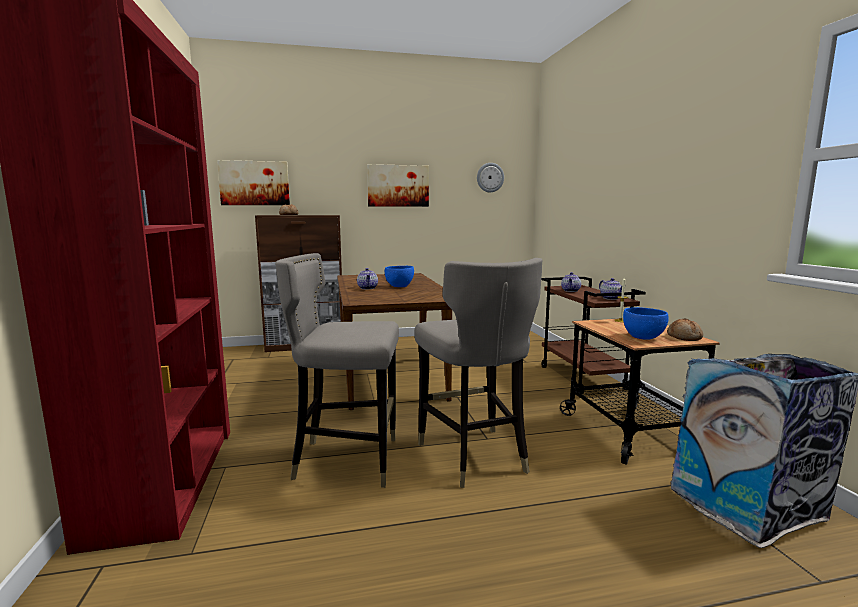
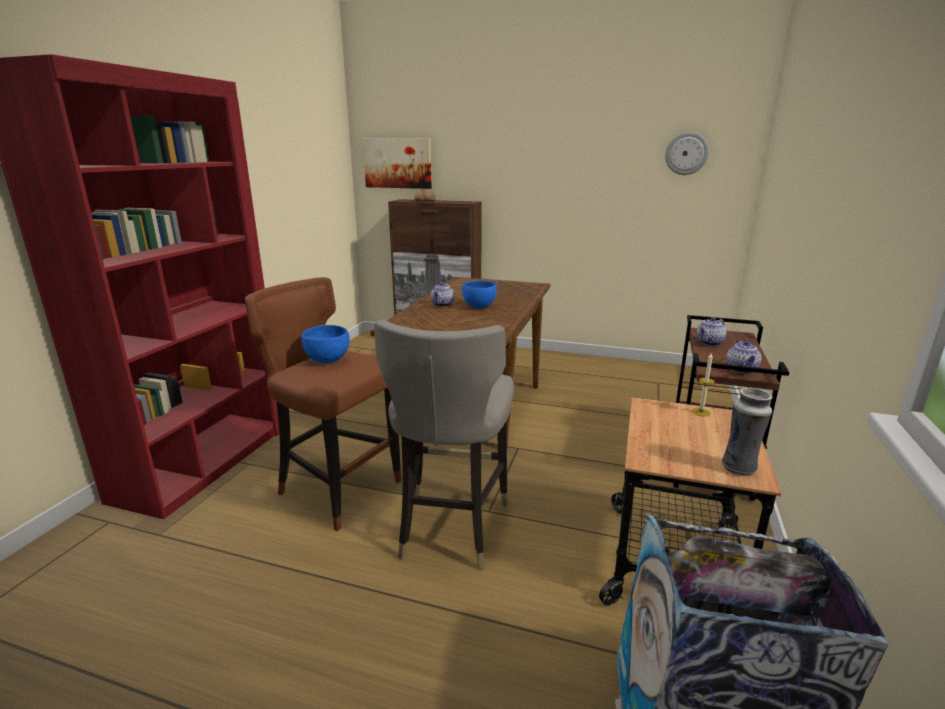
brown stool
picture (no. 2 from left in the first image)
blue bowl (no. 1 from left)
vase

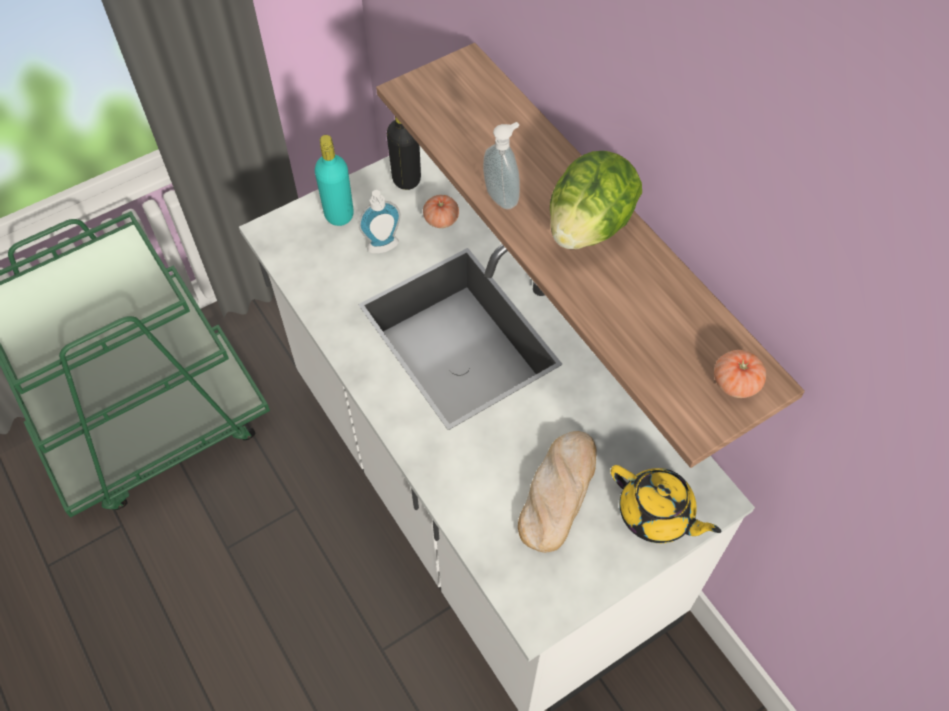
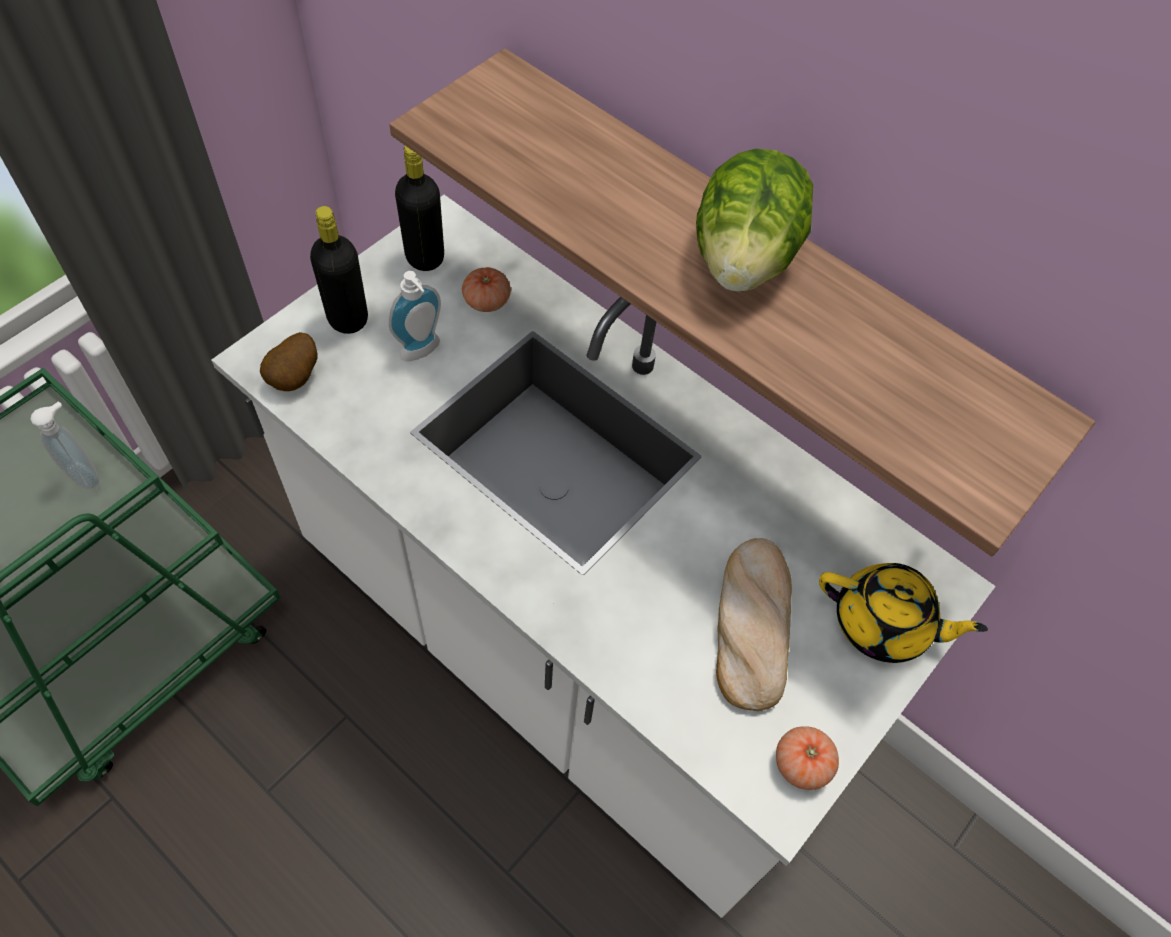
black bottle (no. 1 from left)
soap dispenser (no. 1 from left)
tomato (no. 2 from left)
potato

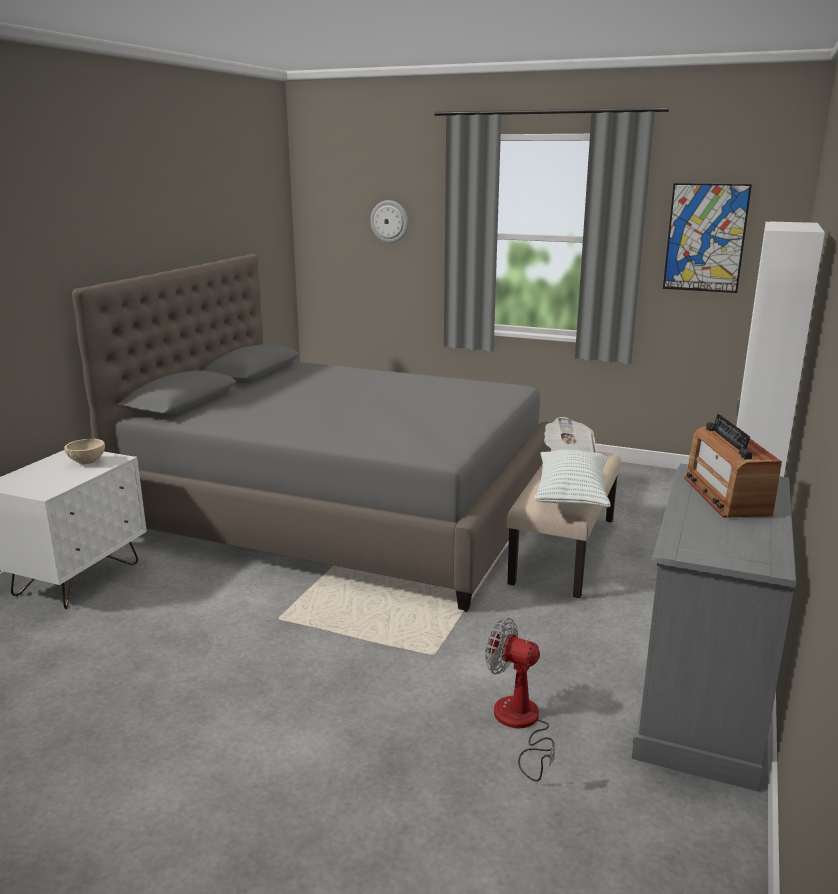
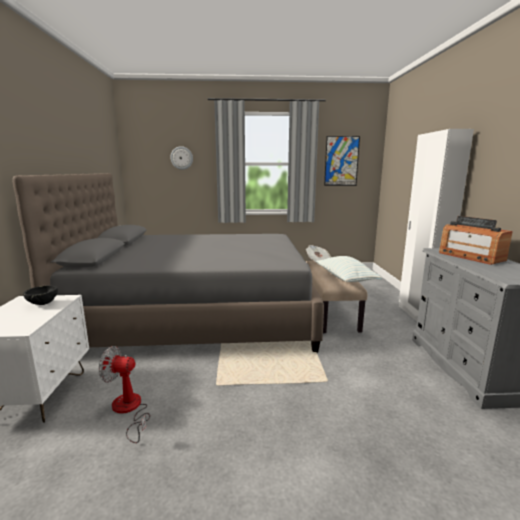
black bowl
fan

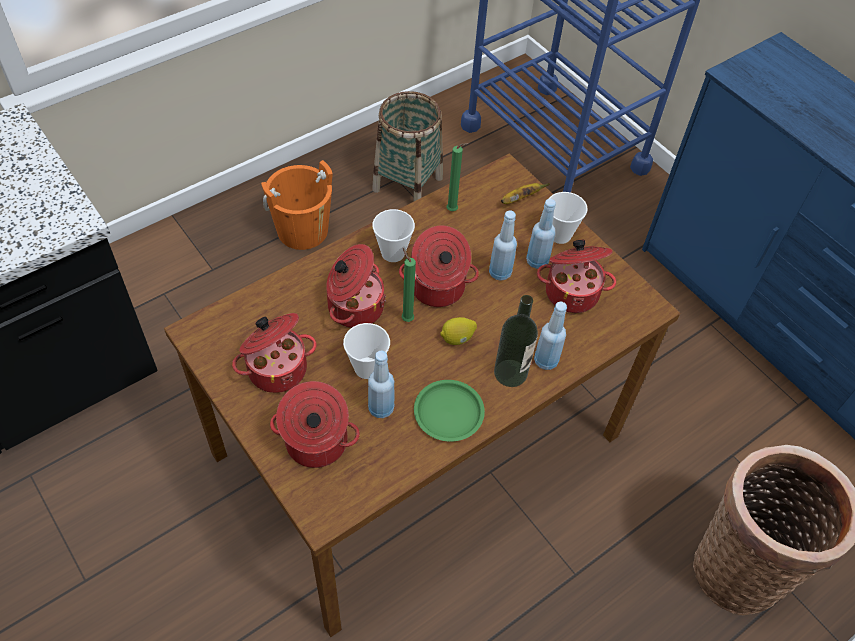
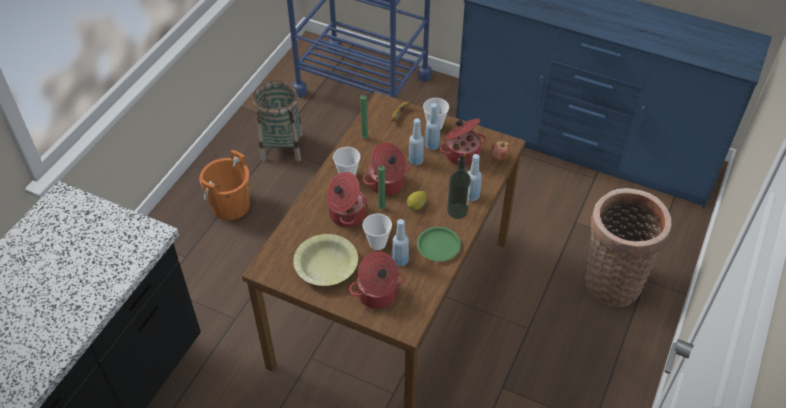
yellow bowl
apple

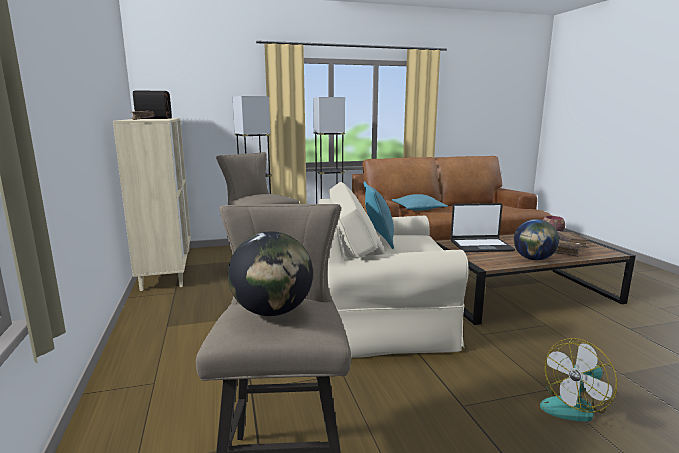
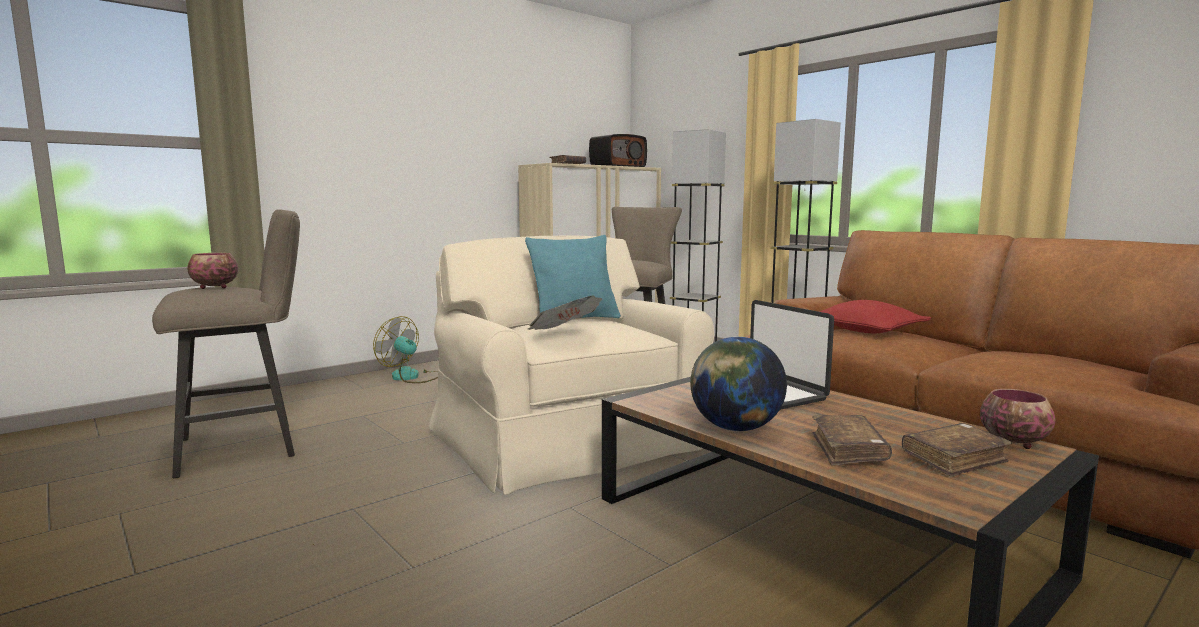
bowl (no. 1 from left)
red pillow
fan
newspaper

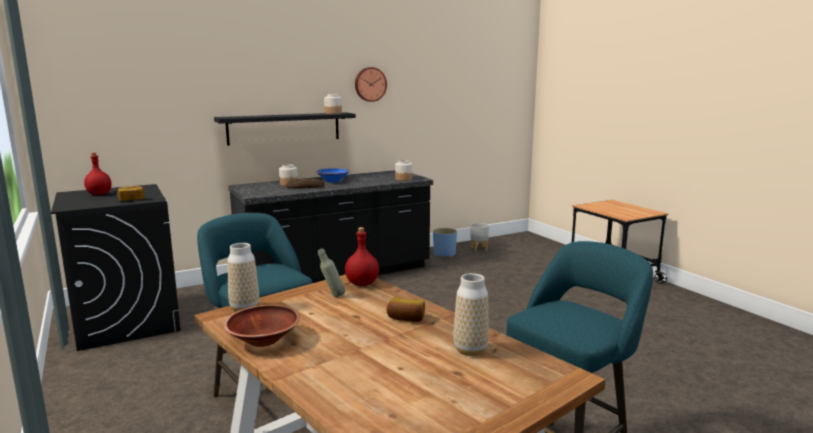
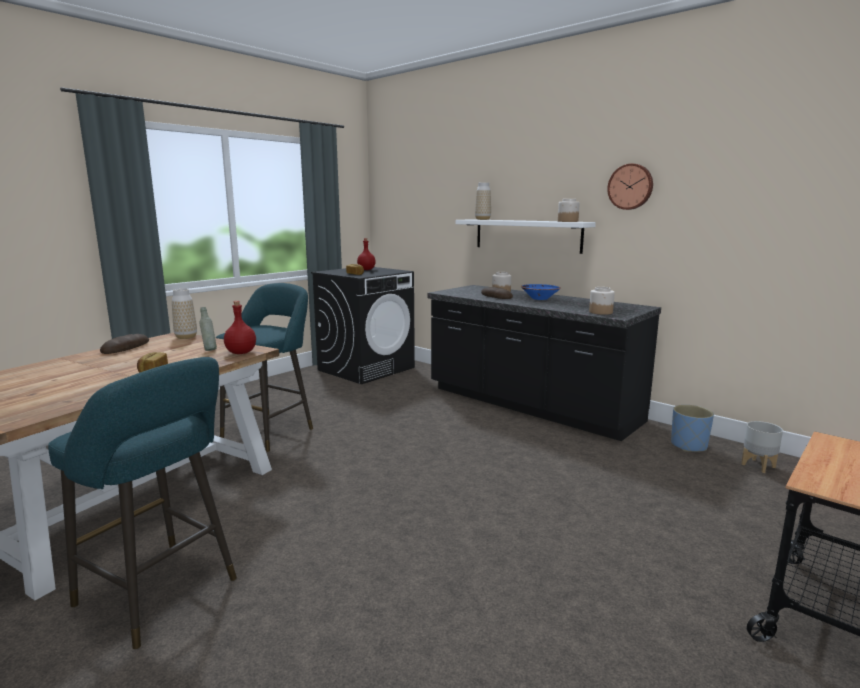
white shelf
bread (no. 1 from left)
vase (no. 2 from left)

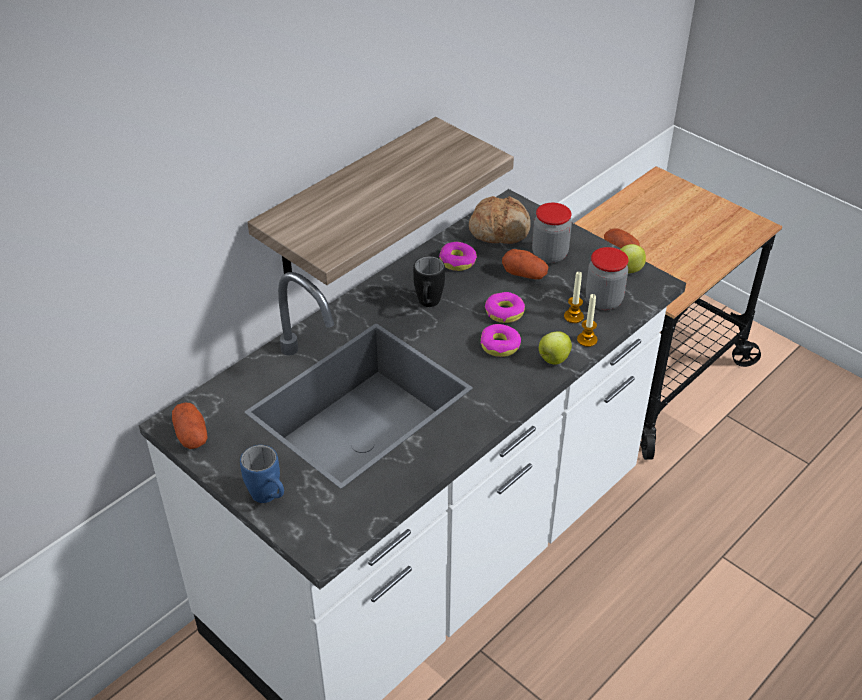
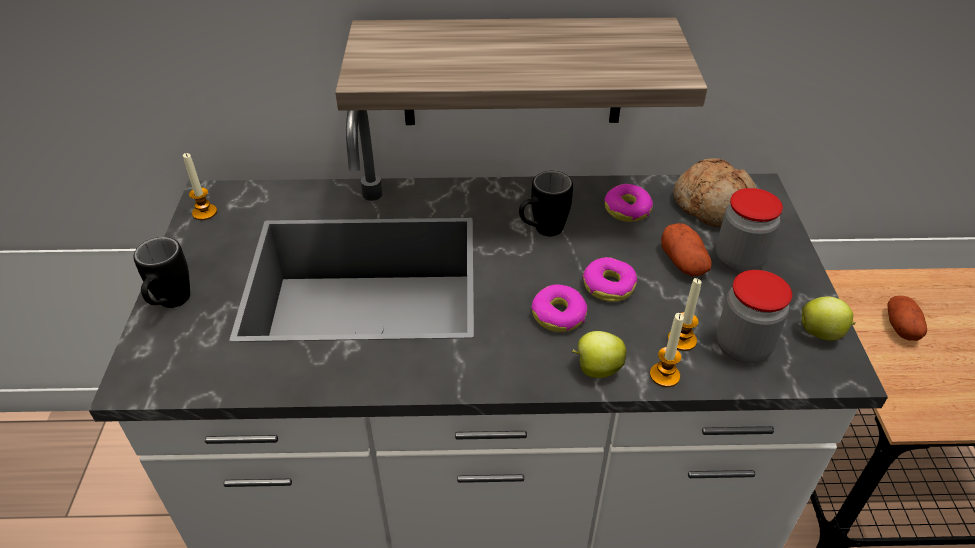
candle (no. 1 from left)
black mug (no. 1 from left)

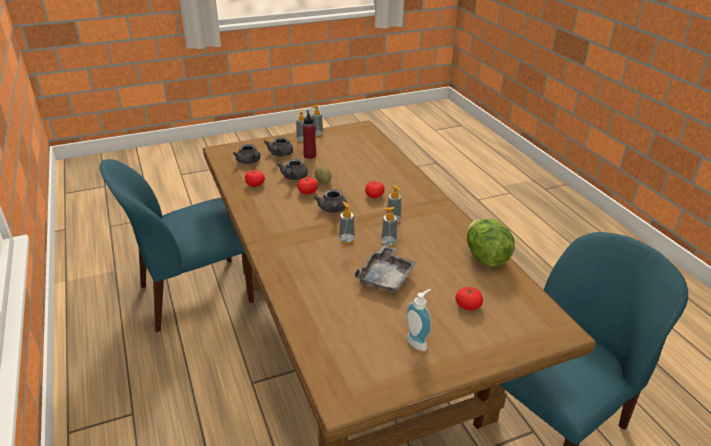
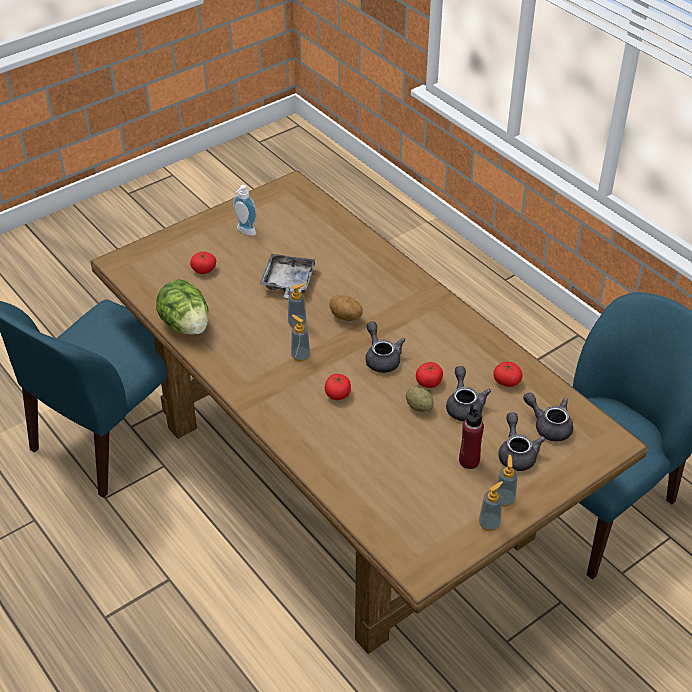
potato (no. 1 from left)

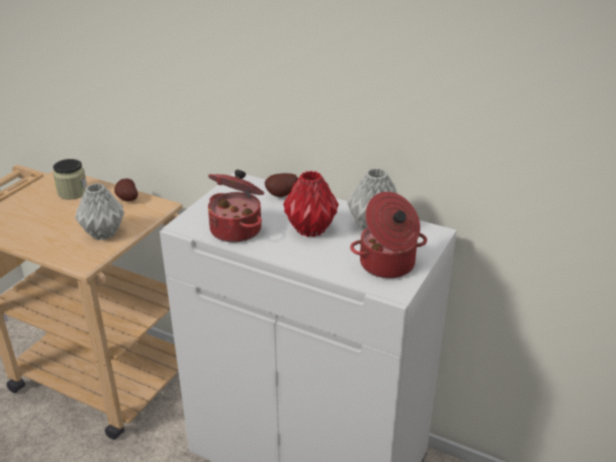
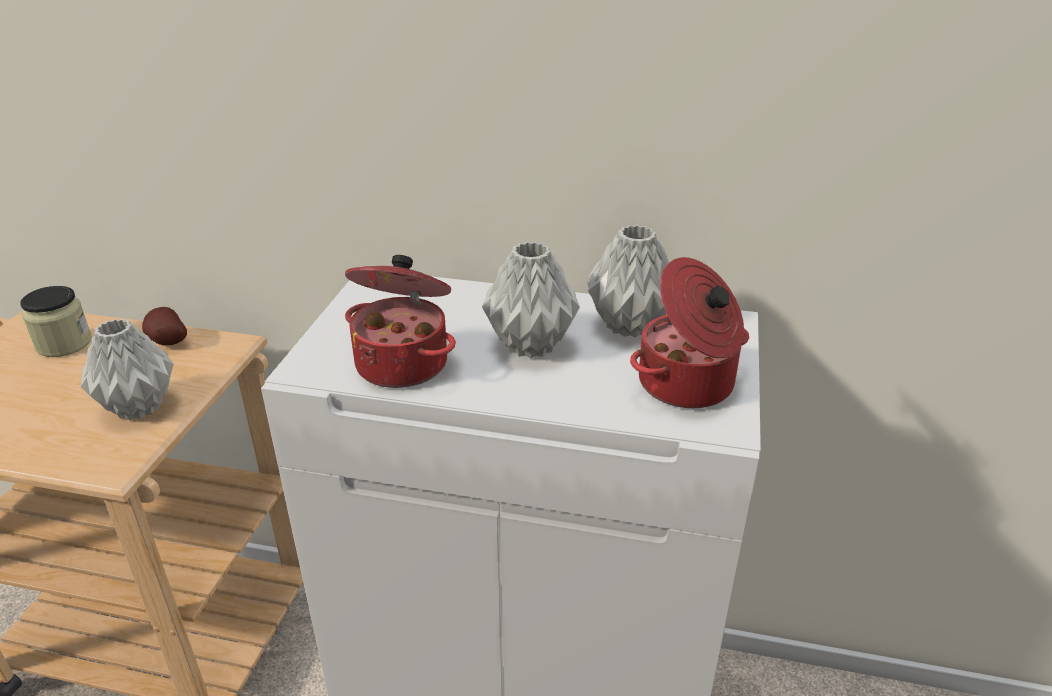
potato (no. 2 from left in the first image)
grey vase (no. 2 from left)

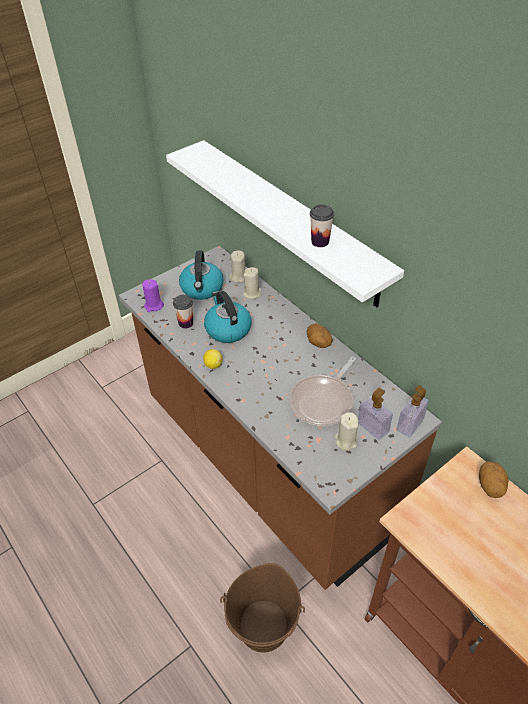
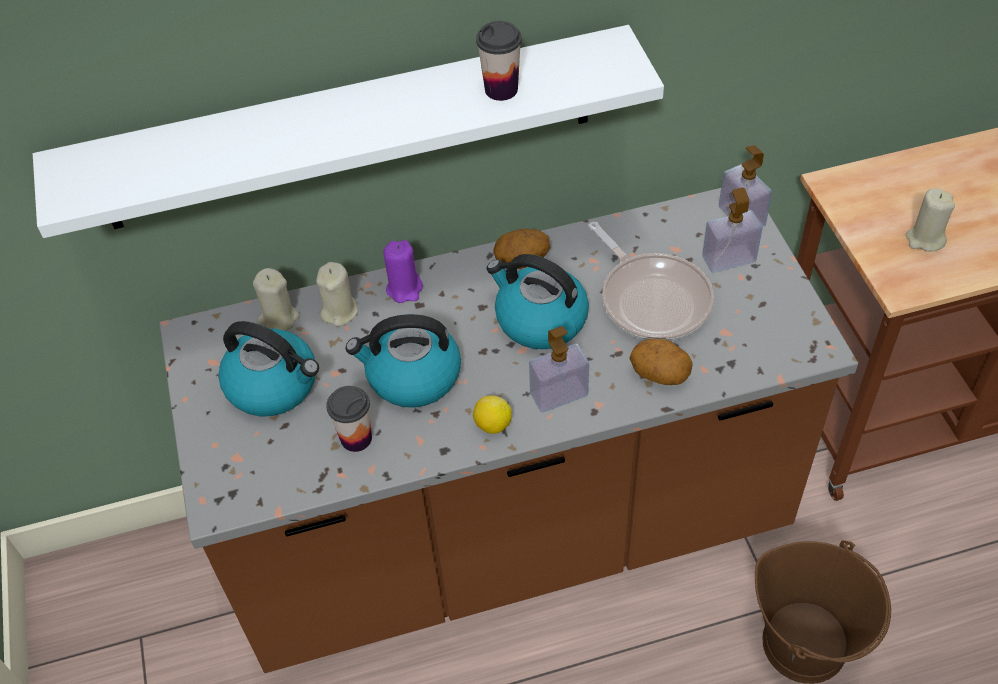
purple candle
beige candle (no. 3 from left)
potato (no. 2 from left)
kettle (no. 3 from left)
soap dispenser (no. 1 from left)

